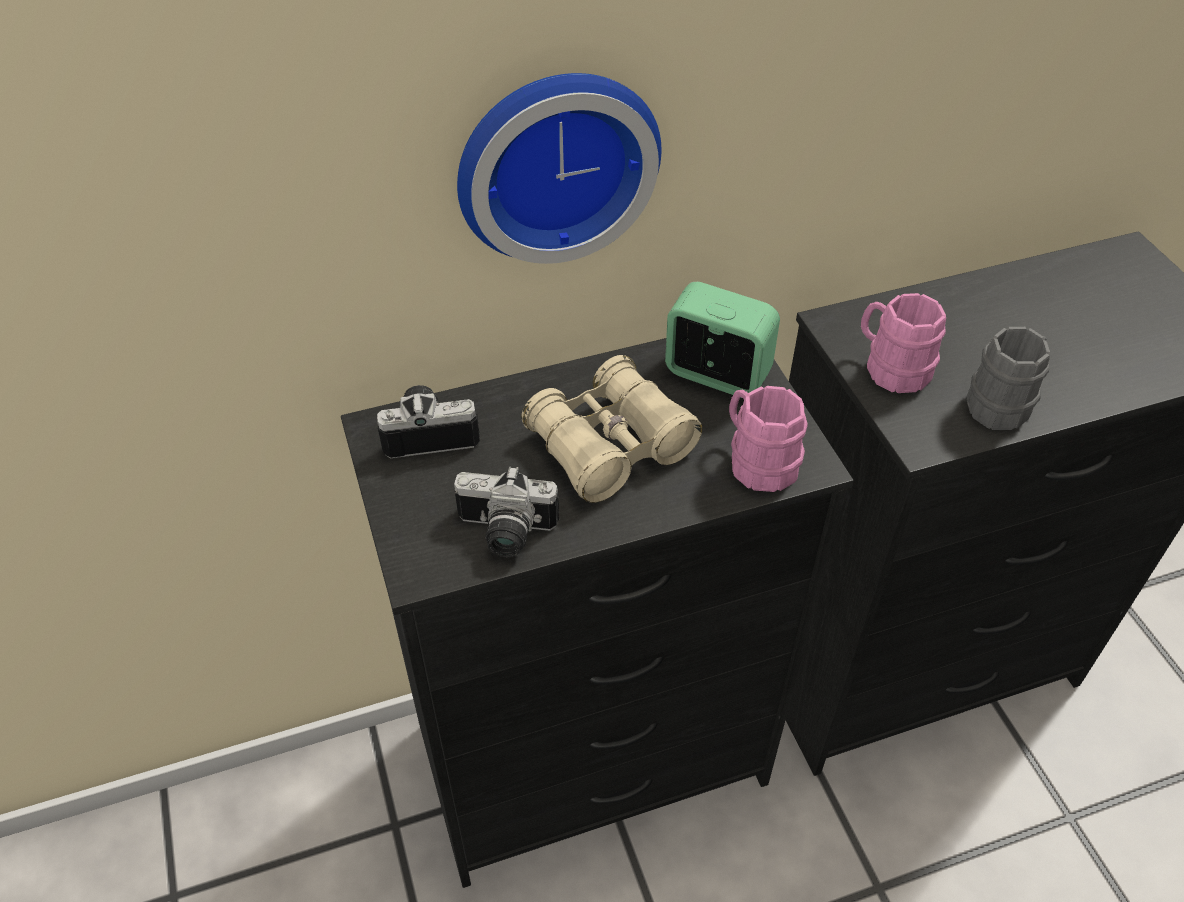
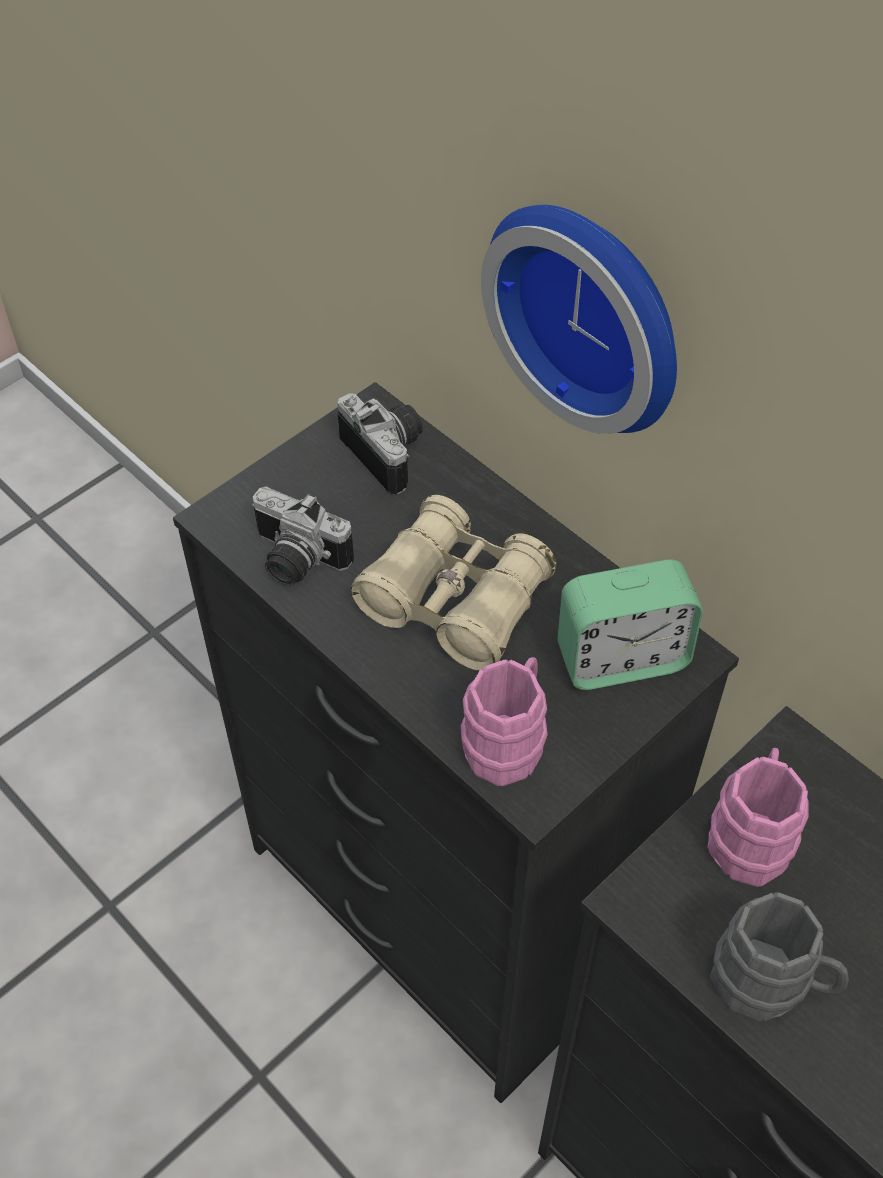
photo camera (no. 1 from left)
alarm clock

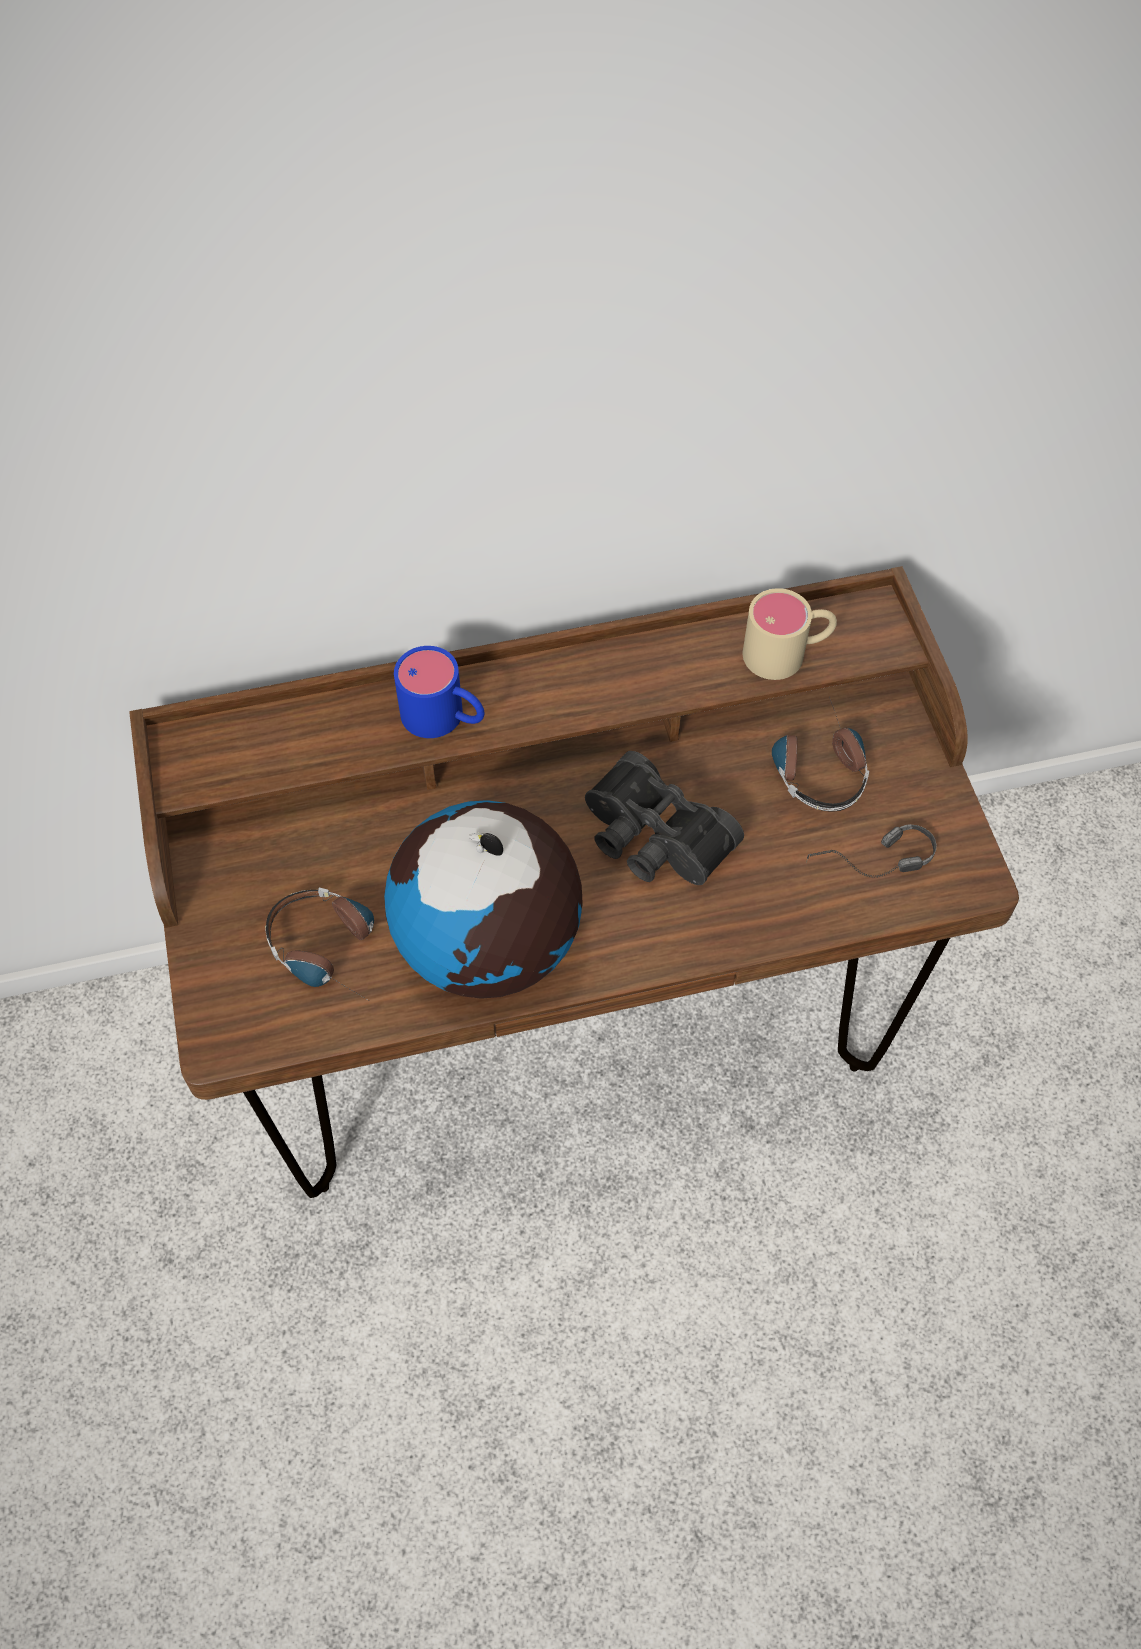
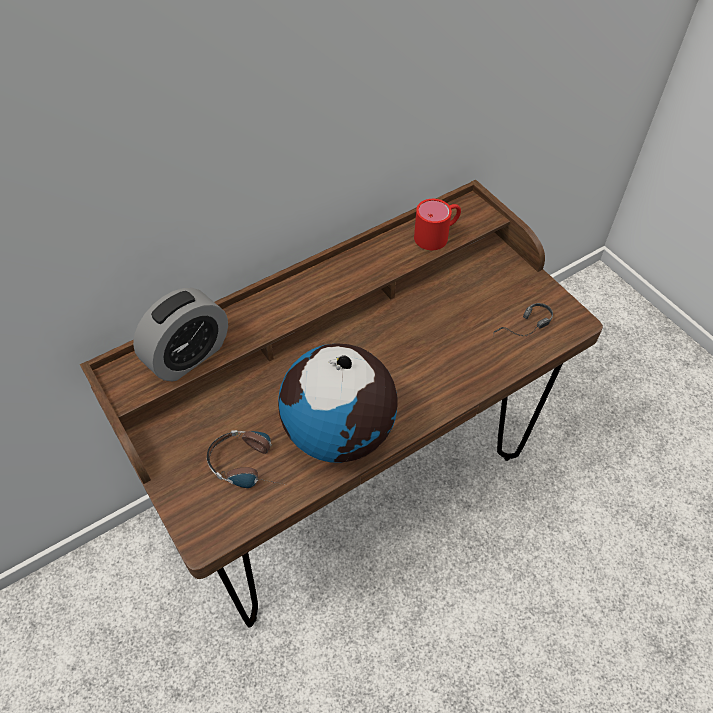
blue mug
black binoculars
red mug
headphones (no. 2 from left in the first image)
alarm clock

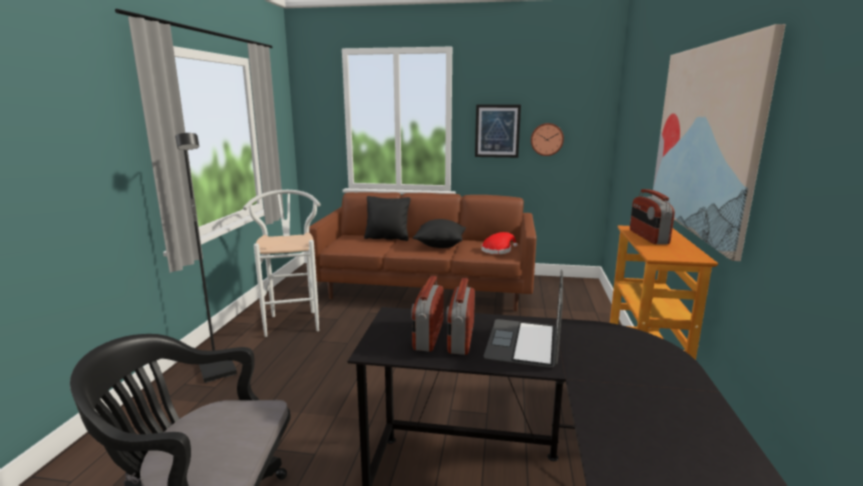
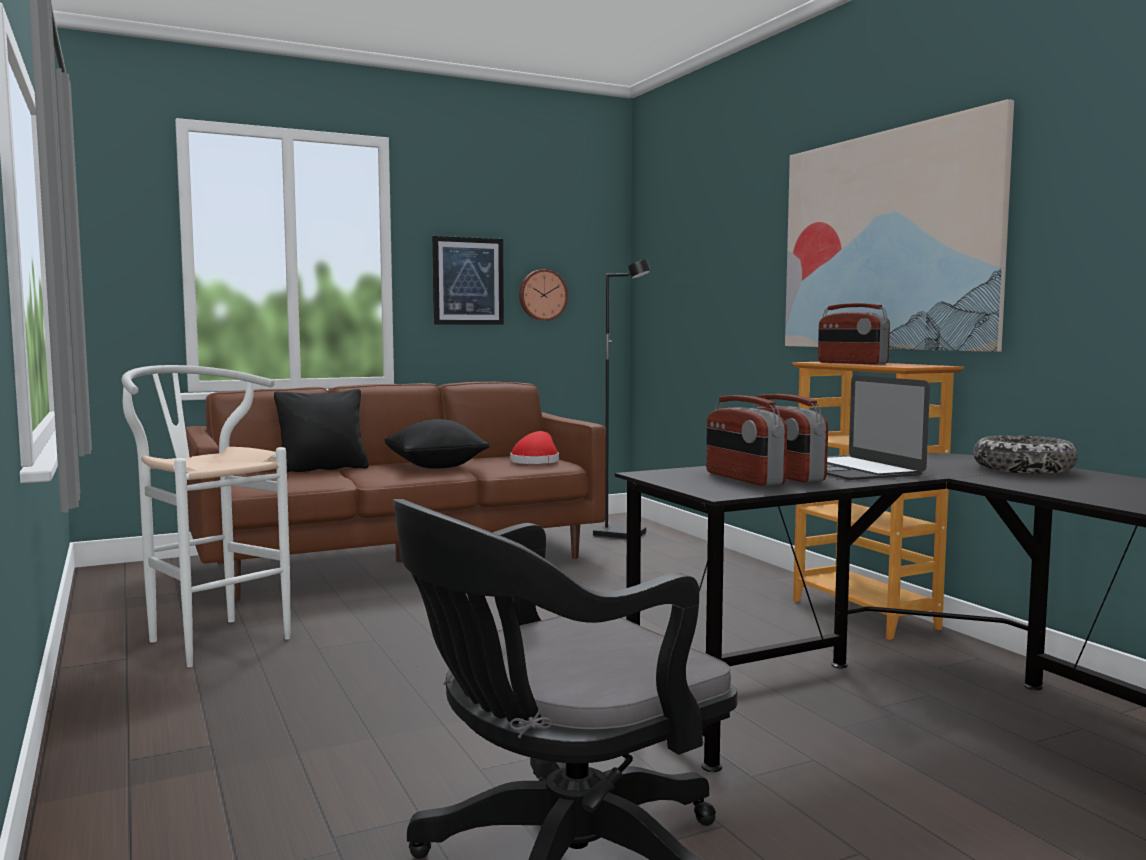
black floor lamp
bowl

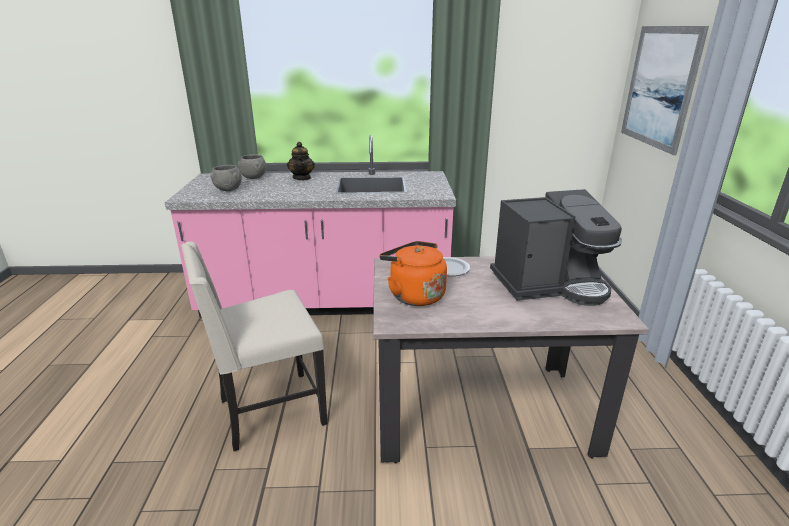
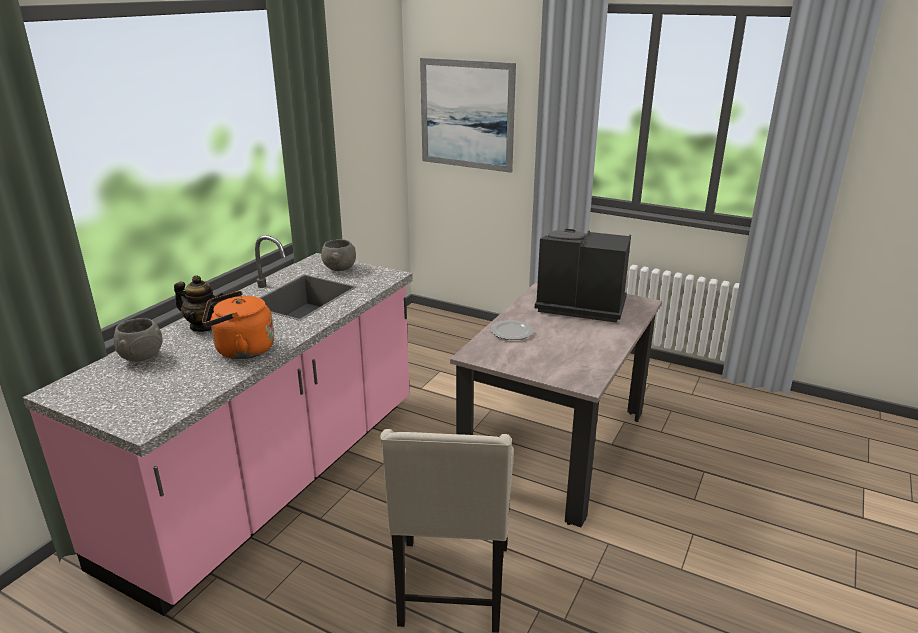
grey bowl (no. 2 from left)
orange kettle
coffee machine

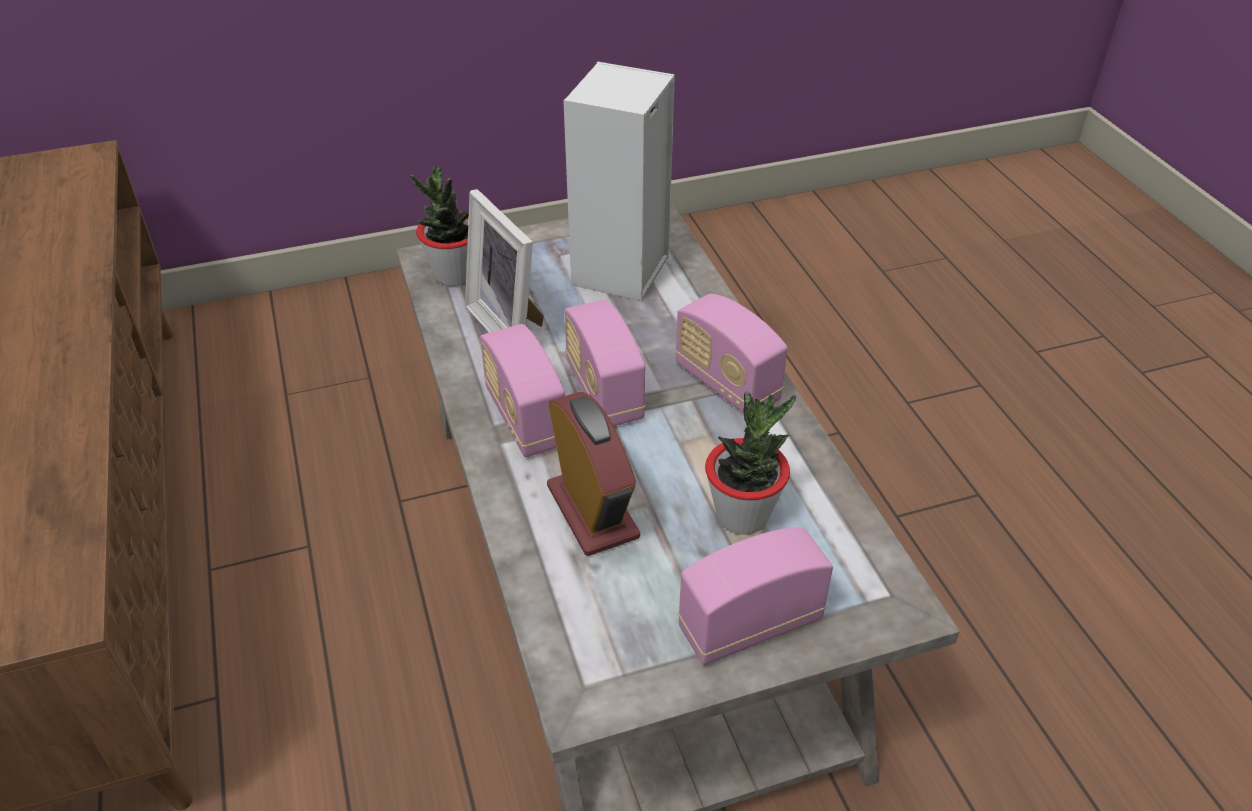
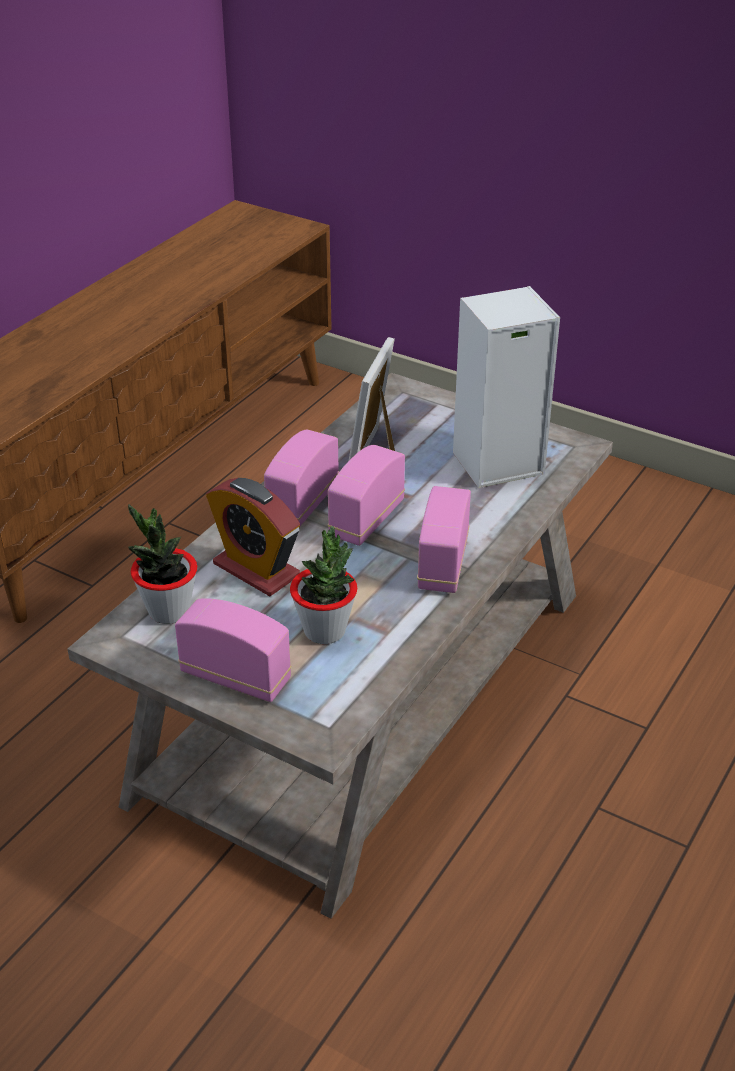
potted plant (no. 1 from left)
alarm clock

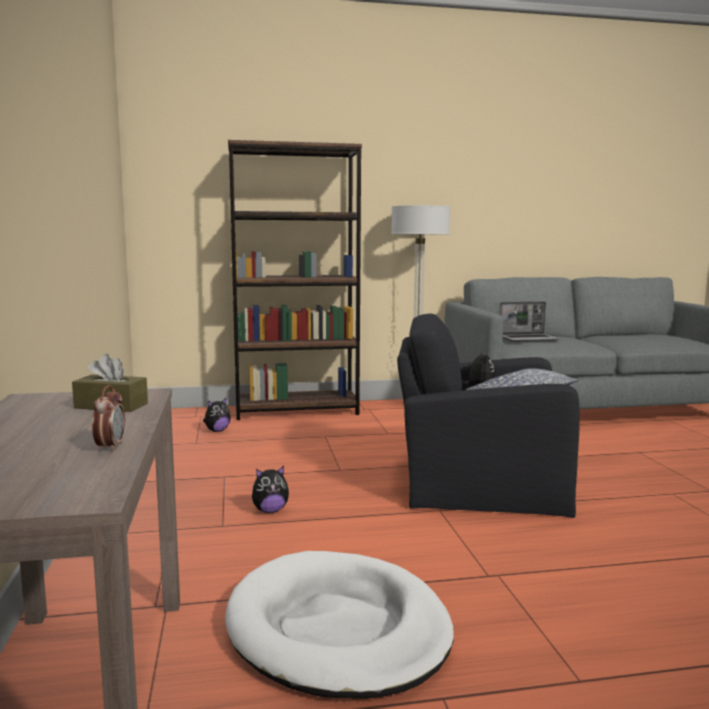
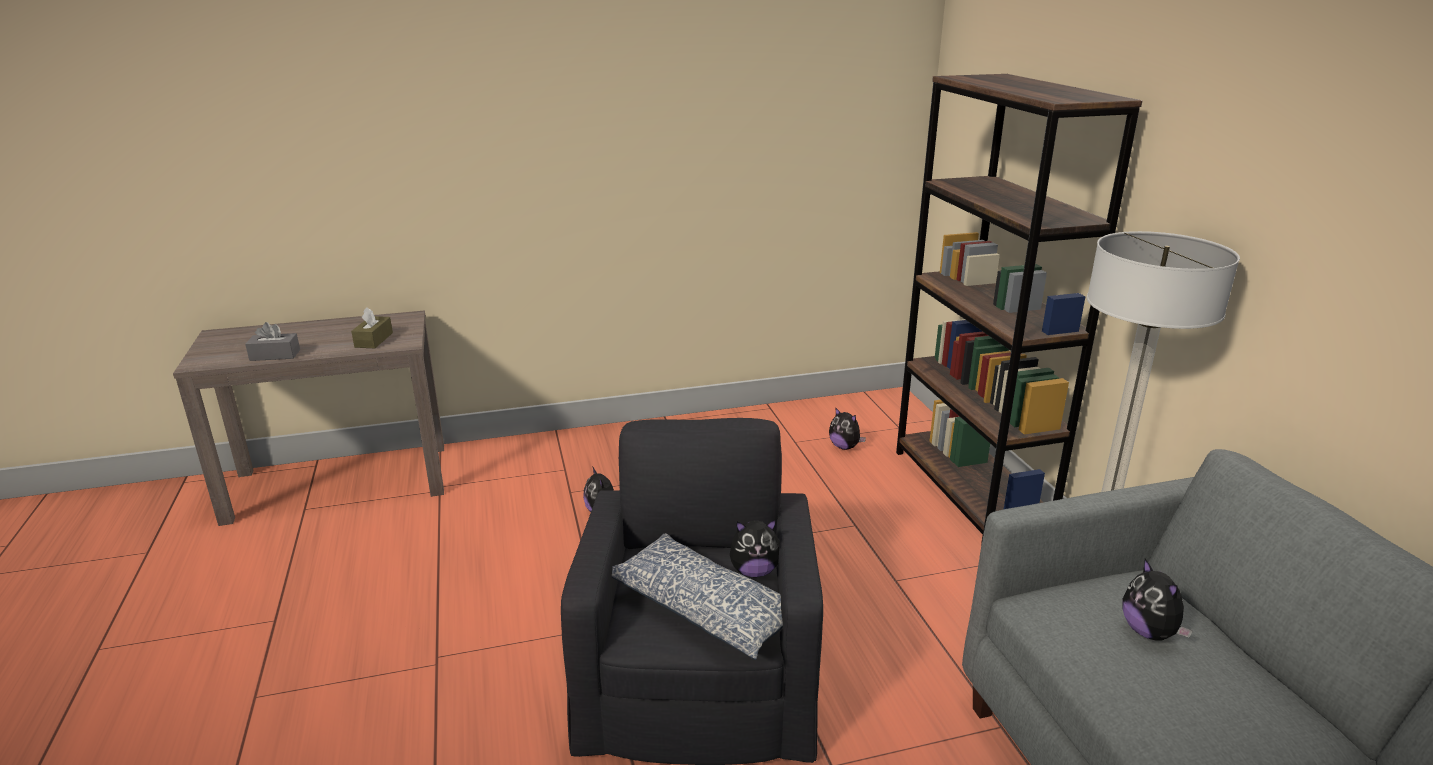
grey tissue box
white dog bed
plush toy (no. 4 from left)

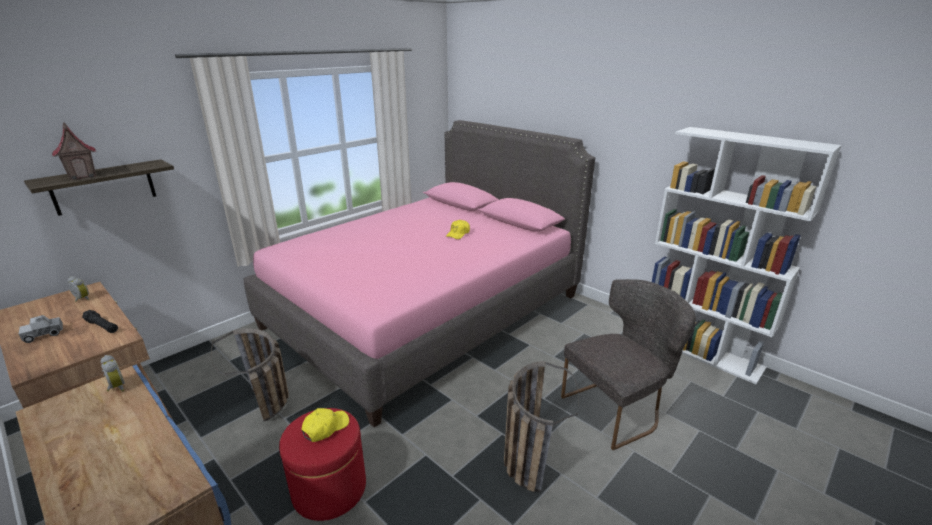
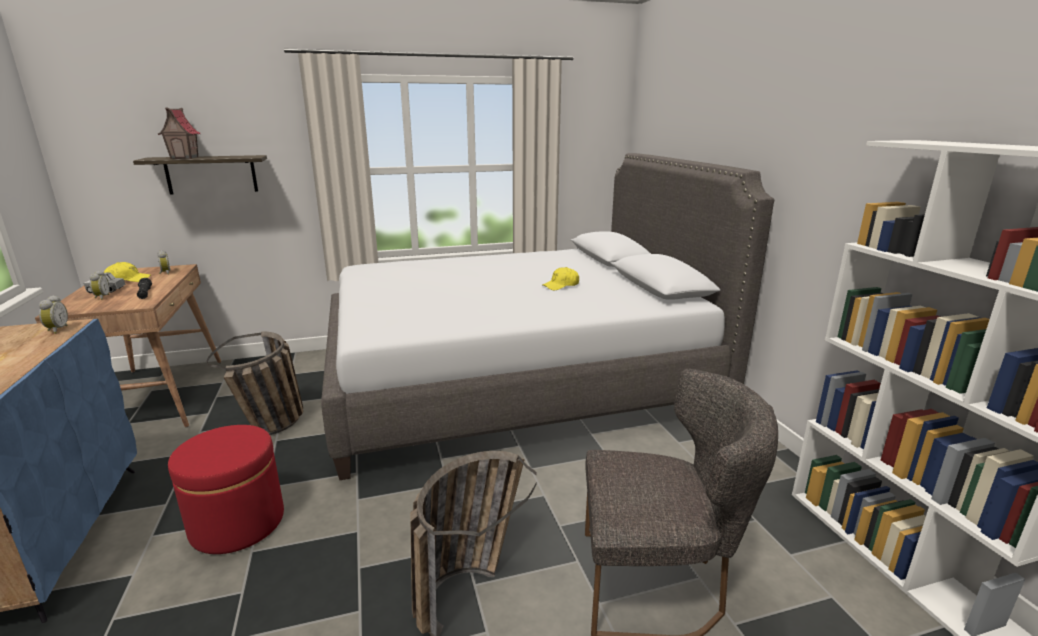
grey bed
yellow cap (no. 1 from left)
alarm clock (no. 2 from left)

